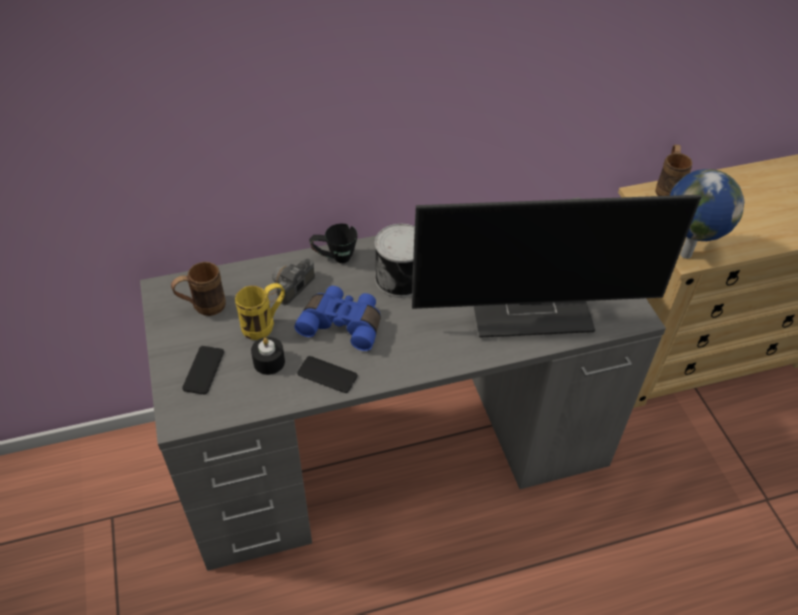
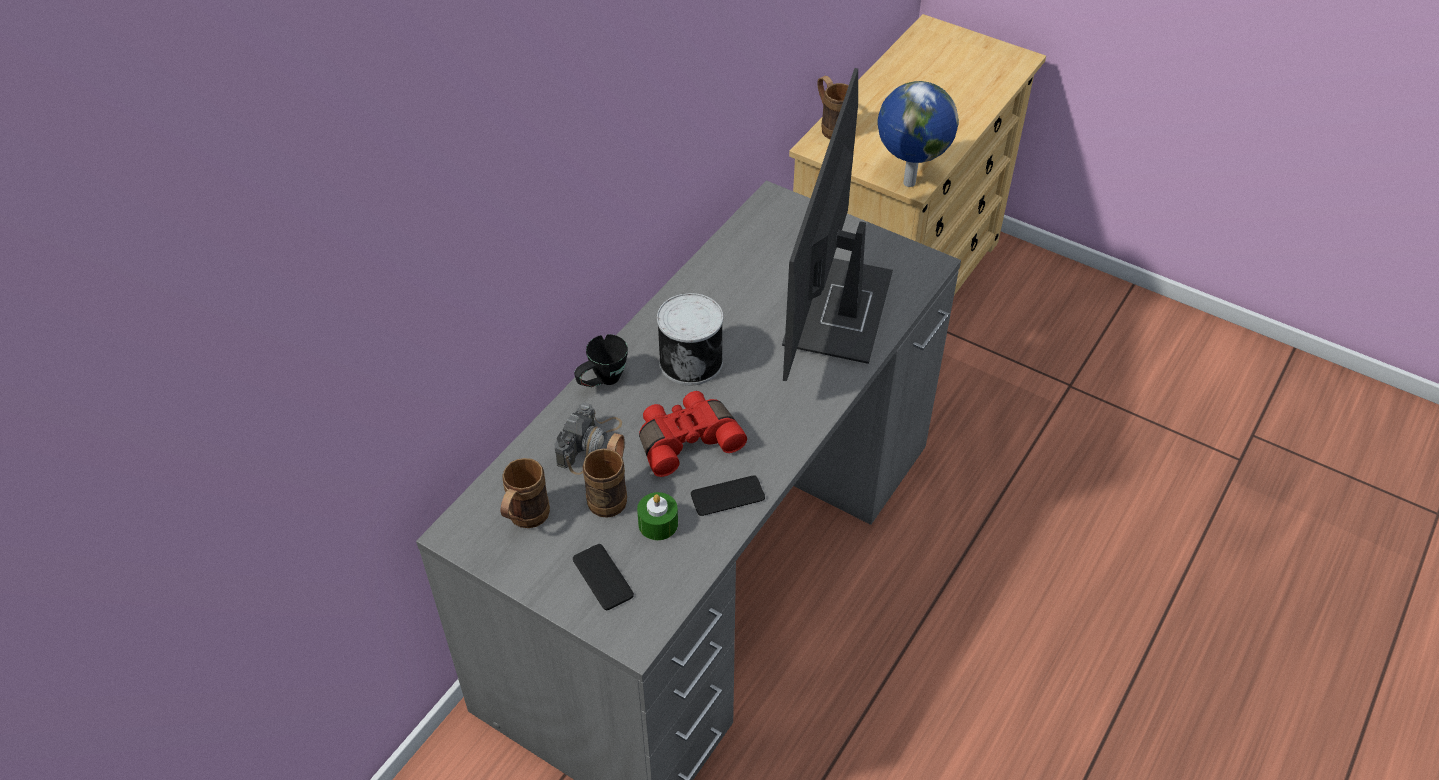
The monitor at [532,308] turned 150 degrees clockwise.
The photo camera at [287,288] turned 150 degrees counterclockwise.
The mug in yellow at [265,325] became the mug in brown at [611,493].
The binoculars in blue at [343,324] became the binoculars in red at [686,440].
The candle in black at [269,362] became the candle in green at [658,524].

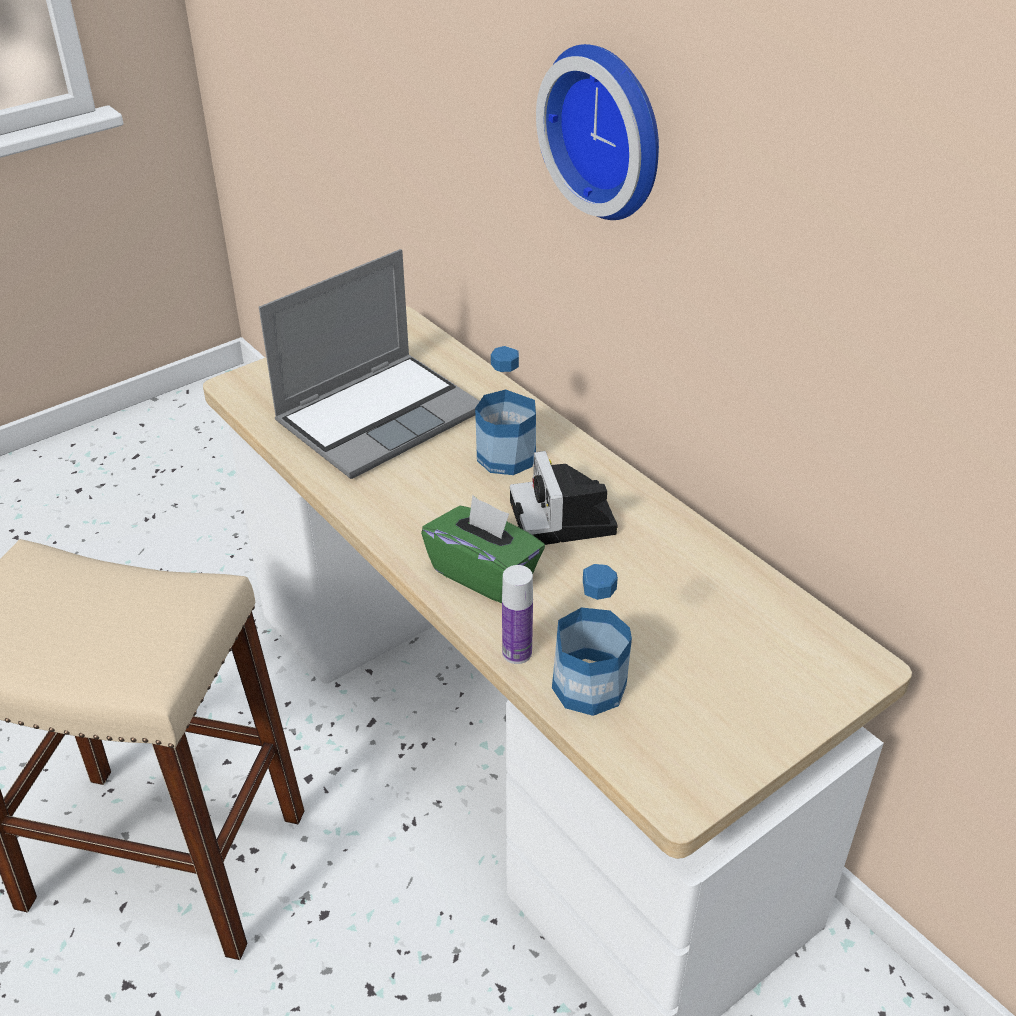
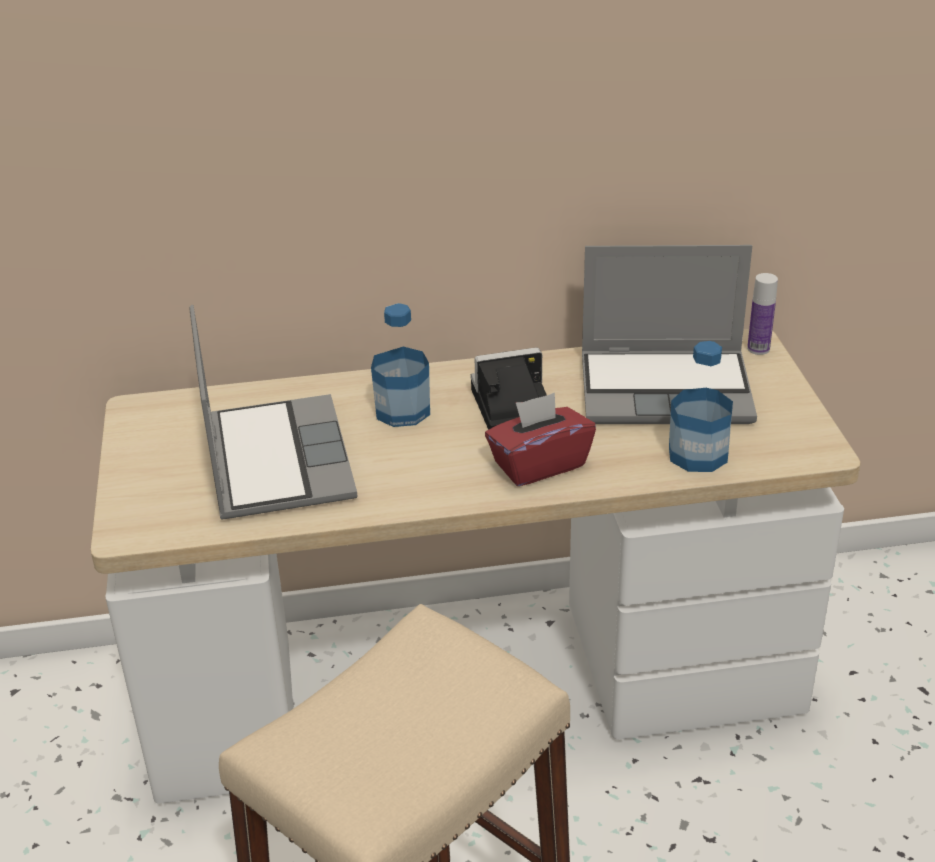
The wall clock at [609,130] disappeared.
The photo camera at [565,520] turned 150 degrees clockwise.
The tissue box in green at [484,573] became the tissue box in red at [539,464].
The bottle moved from [517,653] to [758,349].
The laptop at [667,389] appeared.

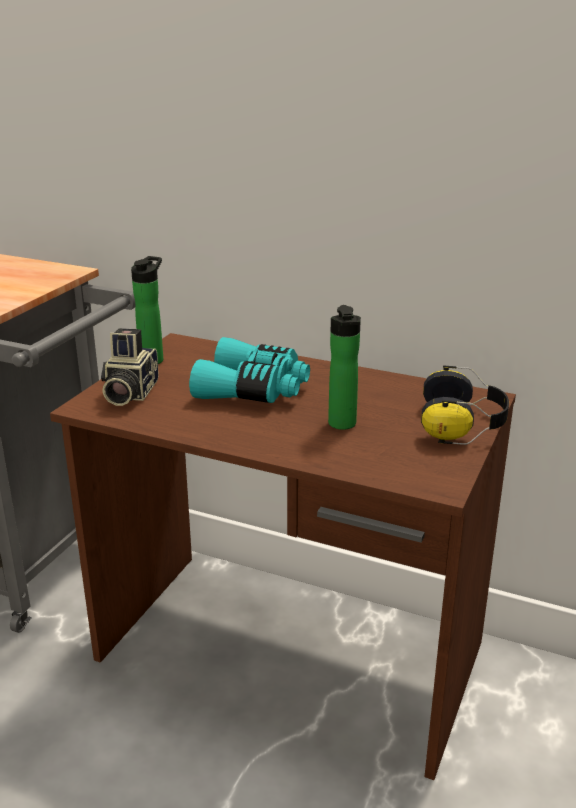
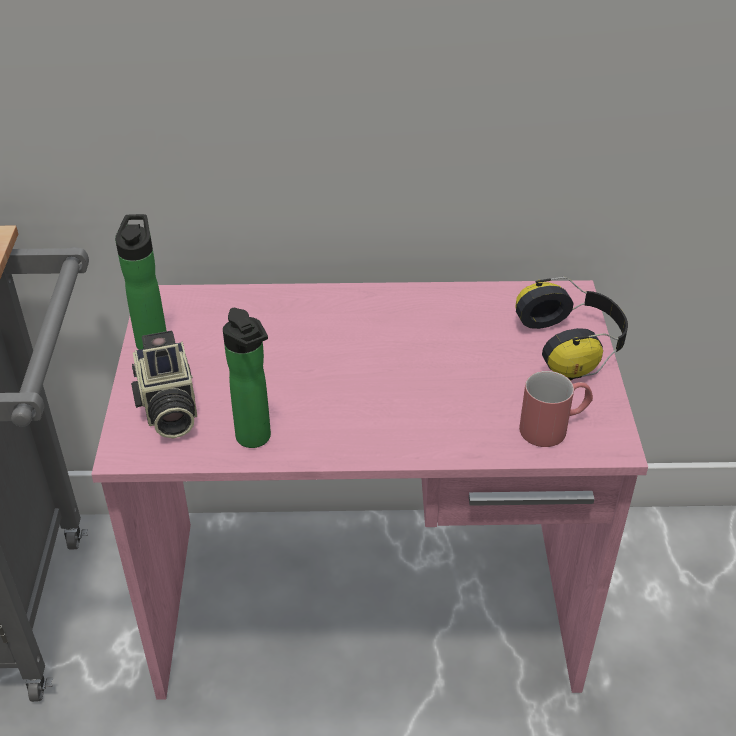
The bottle moved from [343,425] to [256,439].
The desk in brown at [289,654] became the desk in pink at [369,607].
The binoculars in turquoise at [254,390] disappeared.
The mug in red at [554,427] appeared.

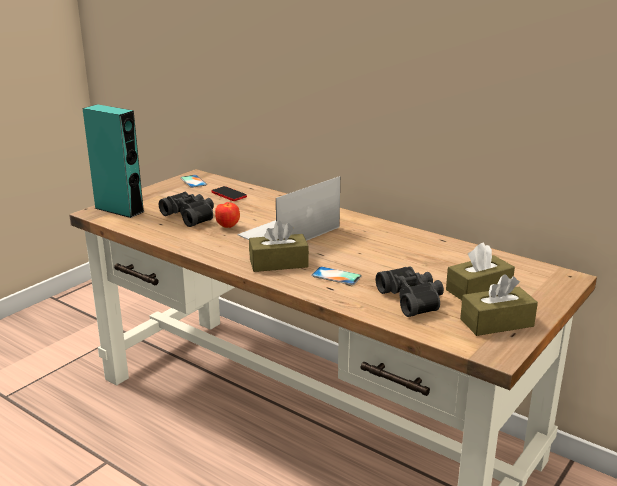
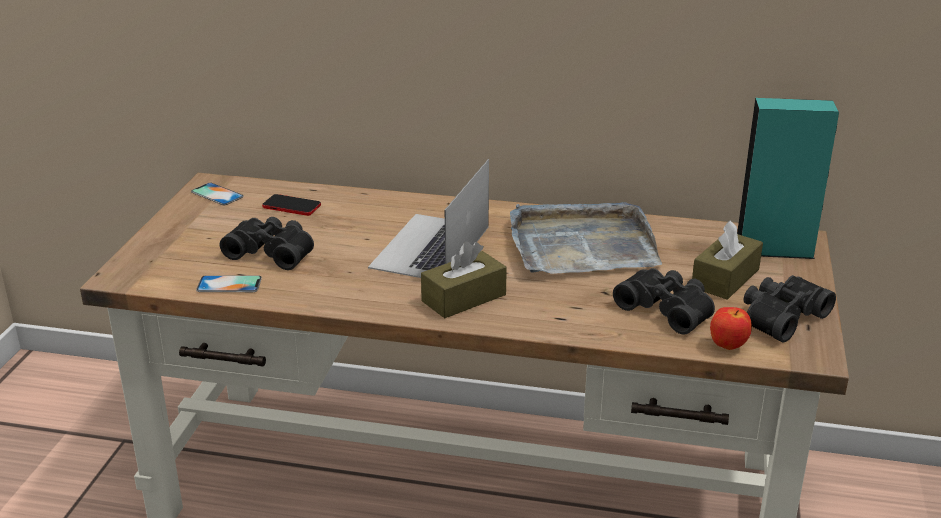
The speaker in turquoise moved from [119,210] to [774,249].
The apple moved from [228,226] to [728,346].
The phone moved from [336,276] to [229,284].
The tissue box in brown at [496,323] was replaced by the binoculars in black at [780,316].
The tray in grey at [581,245] appeared.

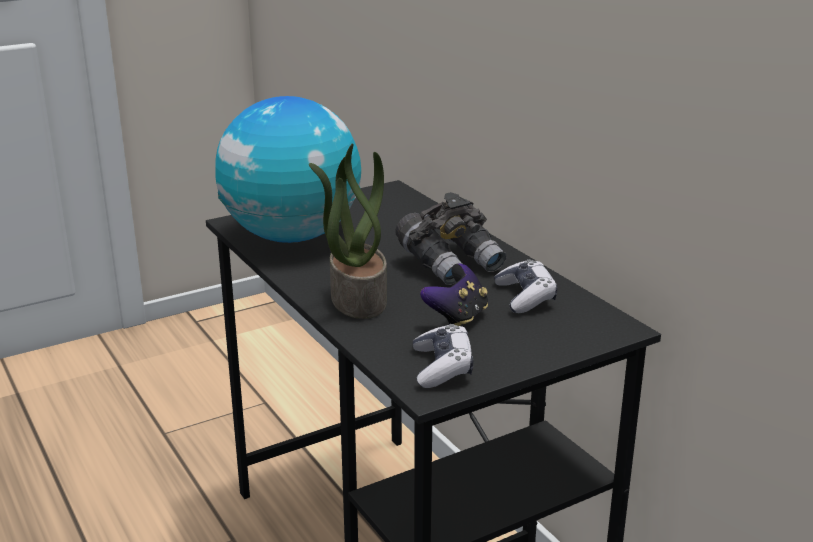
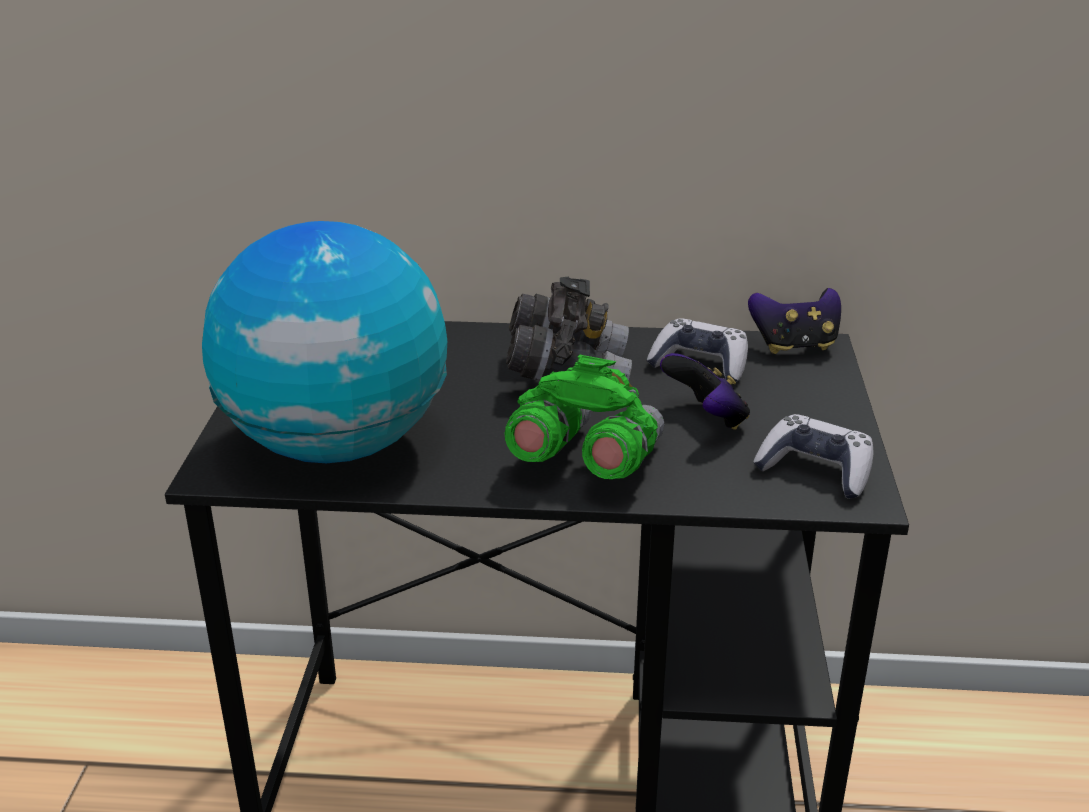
The potted plant at [357,298] was replaced by the binoculars in green at [585,462].
The game controller at [794,346] appeared.

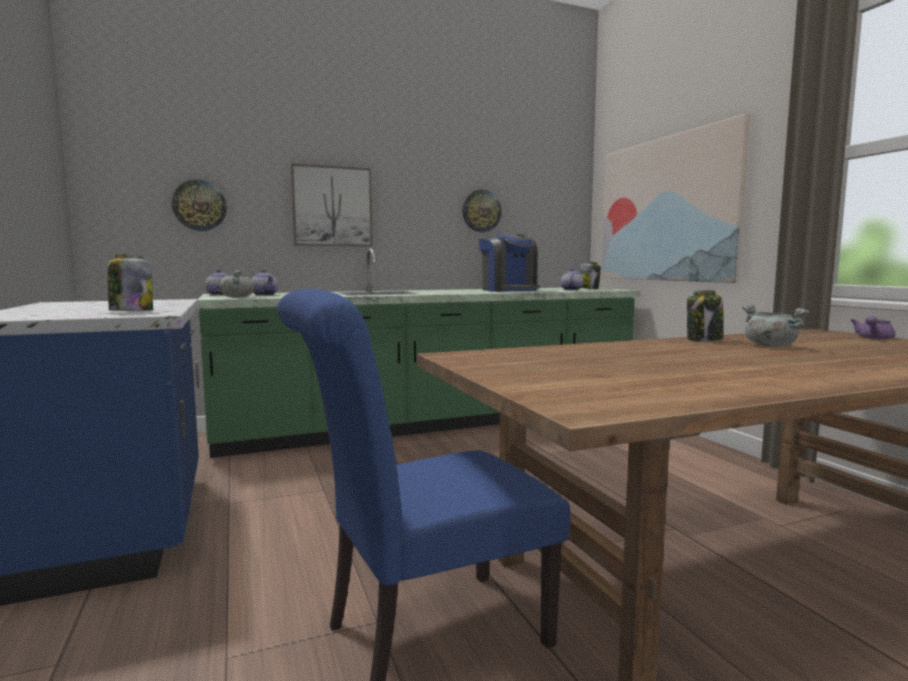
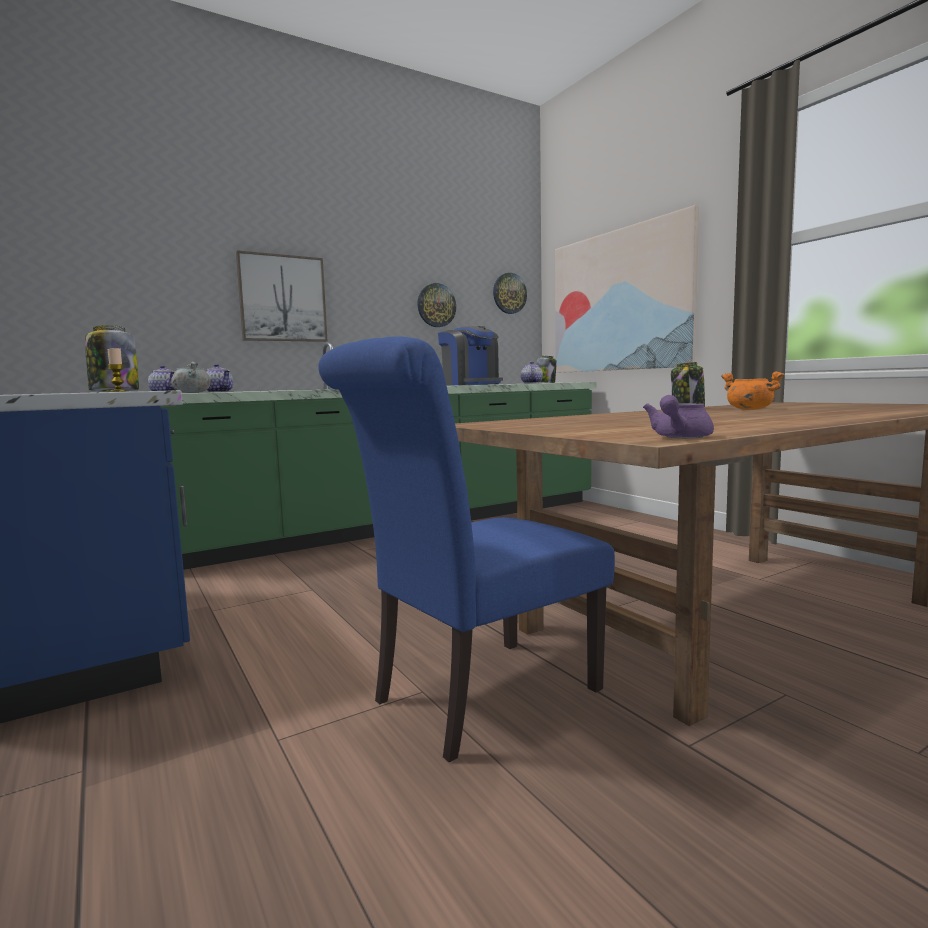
The wall clock moved from [199,205] to [509,293].
The cooking pot in grey at [769,346] became the cooking pot in orange at [749,409].
The teapot in purple moved from [873,338] to [679,438].
The candle at [118,391] appeared.

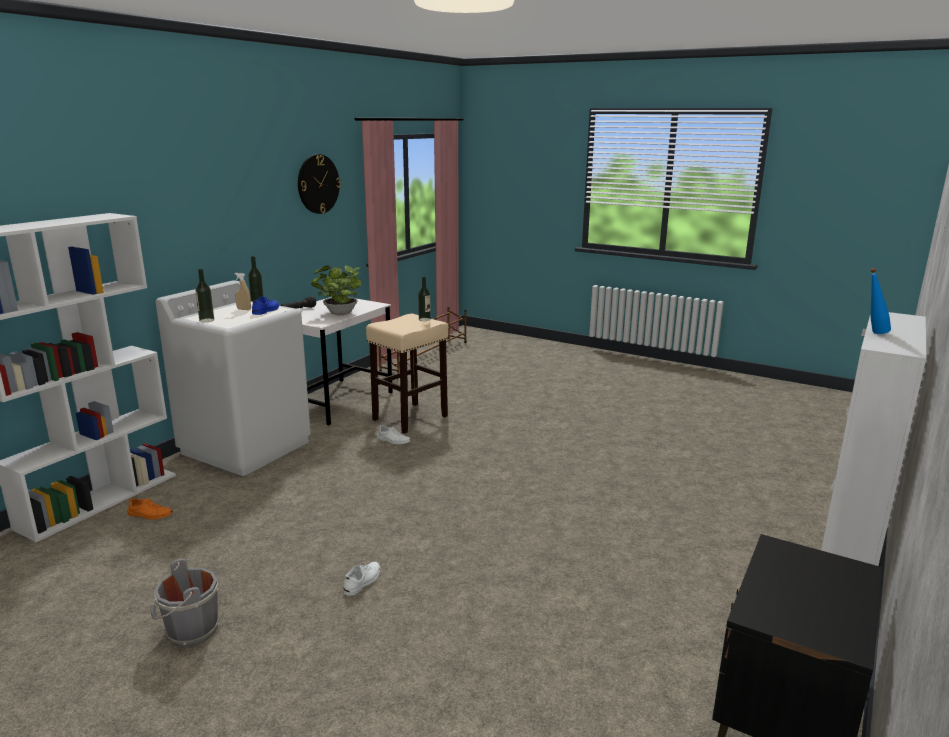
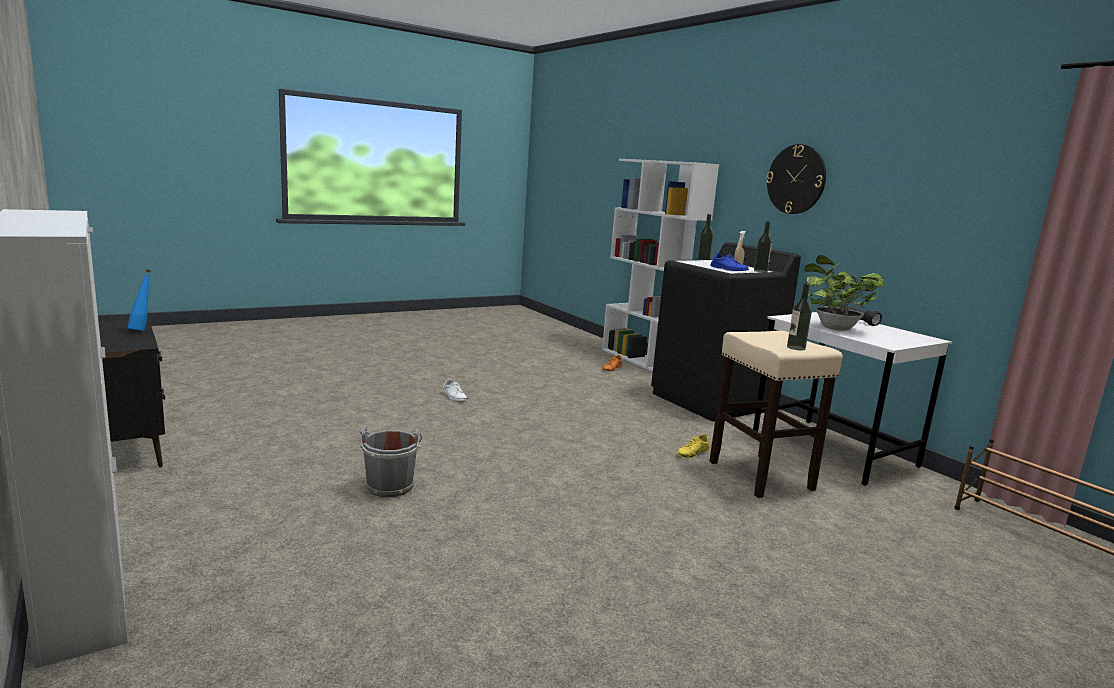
The wall clock moved from [318,184] to [796,179].
The bottle in blue moved from [873,333] to [142,330].
The washing machine in white at [246,447] became the washing machine in black at [713,401].
The shoe in white at [393,440] became the shoe in yellow at [692,453].
The bucket in grey moved from [190,631] to [390,485].

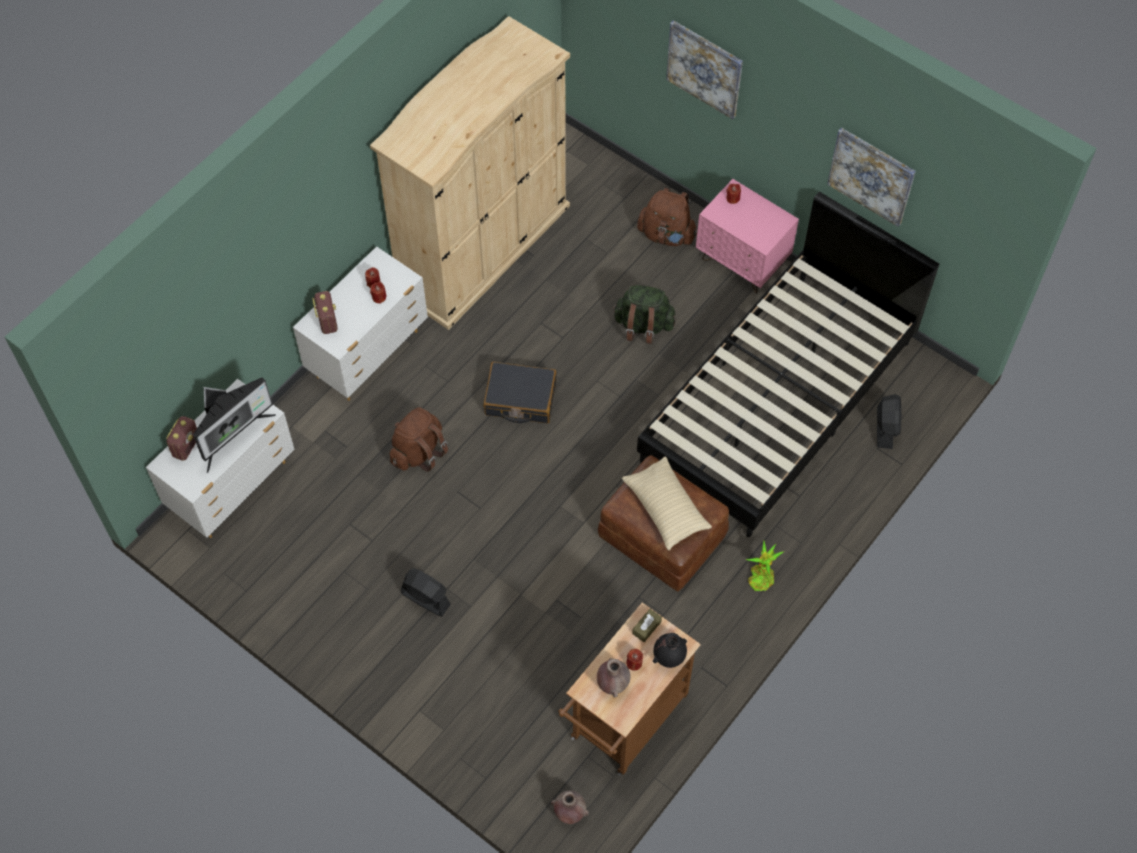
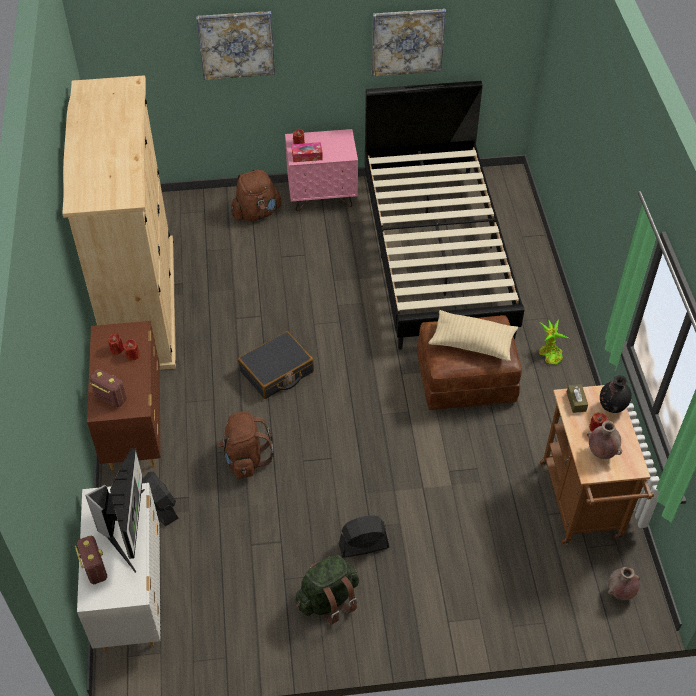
The dresser in white at [369,354] became the dresser in brown at [134,425].
The backpack in green moved from [643,326] to [328,600].
The fan in black moved from [885,428] to [159,506].
The tissue box at [307,156] appeared.

